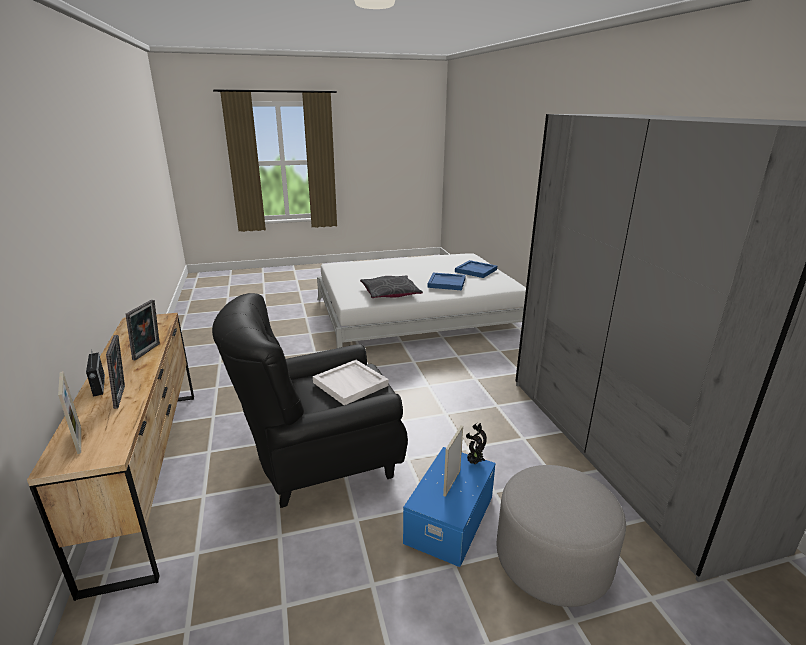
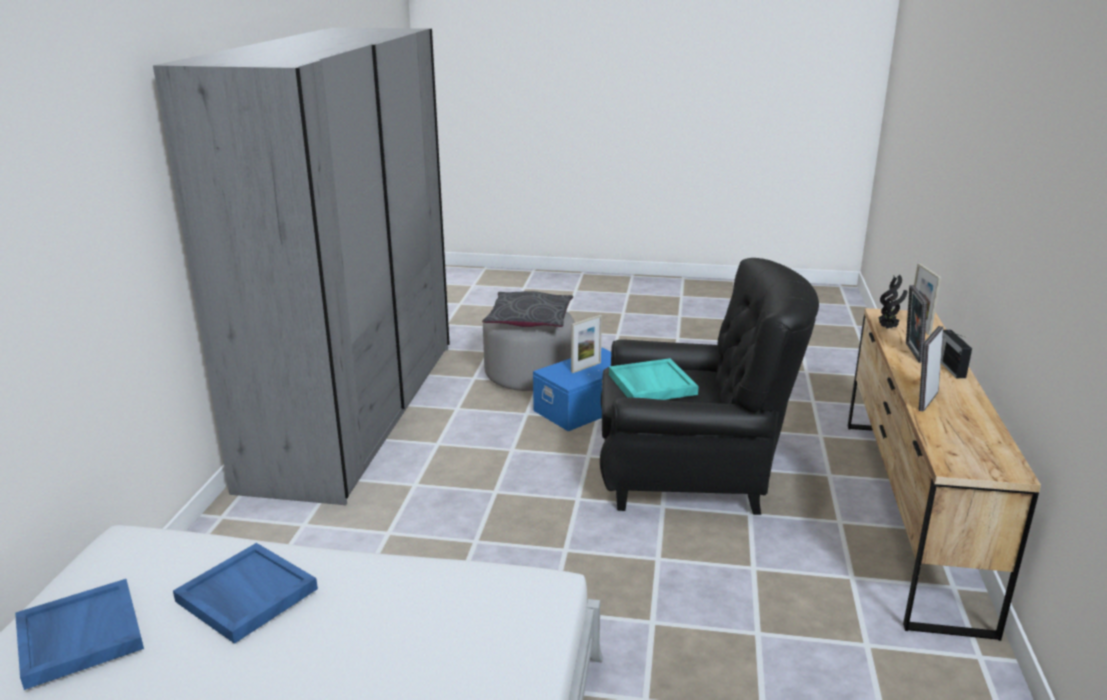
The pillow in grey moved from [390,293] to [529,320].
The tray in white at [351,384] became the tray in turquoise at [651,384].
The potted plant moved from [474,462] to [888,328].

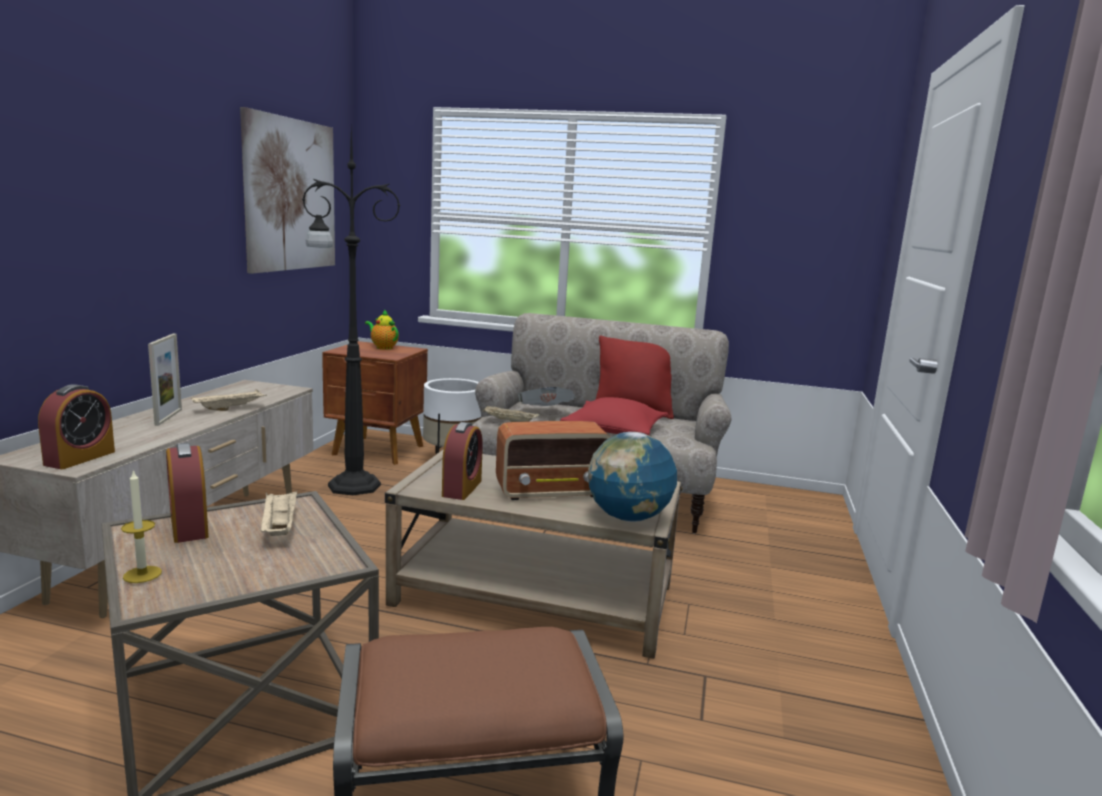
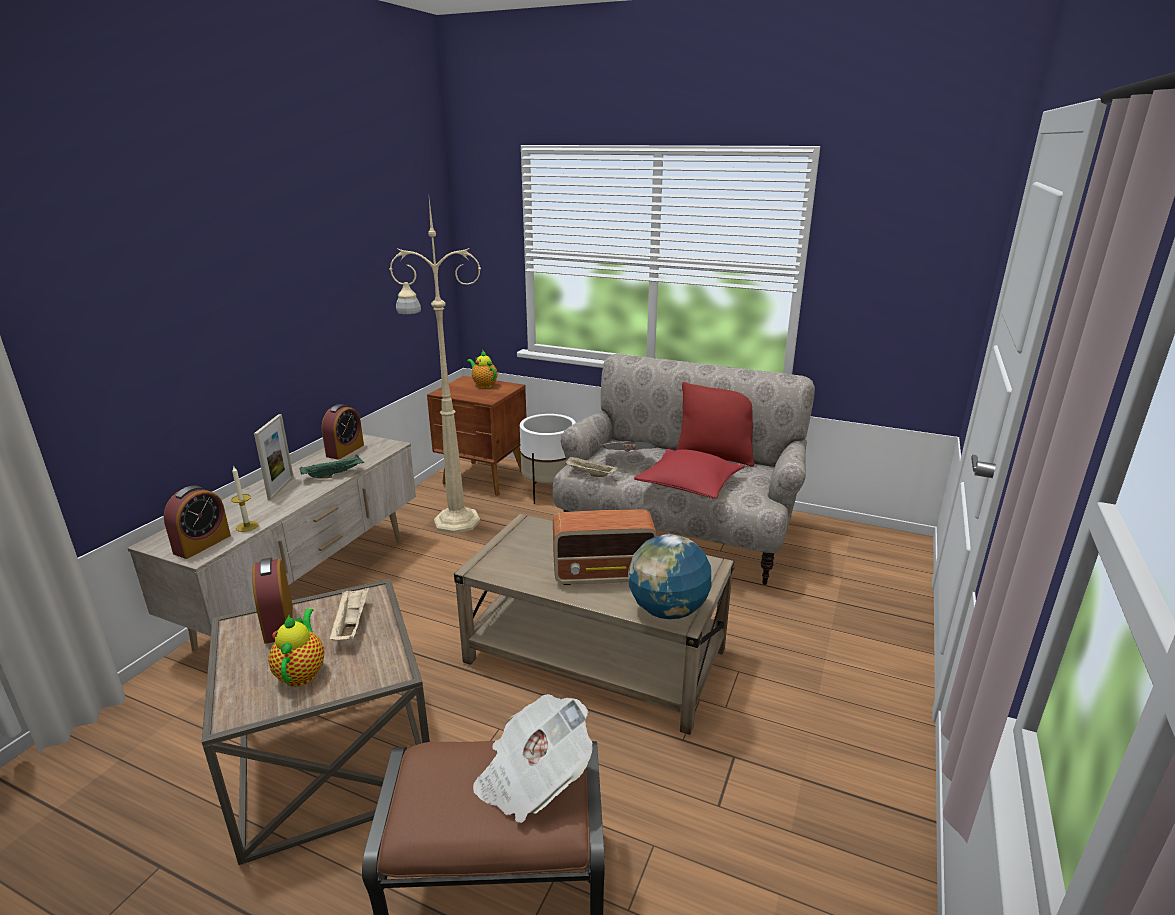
The picture at [290,195] disappeared.
The floor lamp in black at [351,485] became the floor lamp in beige at [454,521].
The tray in beige at [230,408] became the tray in green at [334,475].
The alarm clock moved from [462,488] to [345,450].
The candle moved from [142,574] to [247,526].
The teapot at [302,672] appeared.
The newspaper at [533,778] appeared.

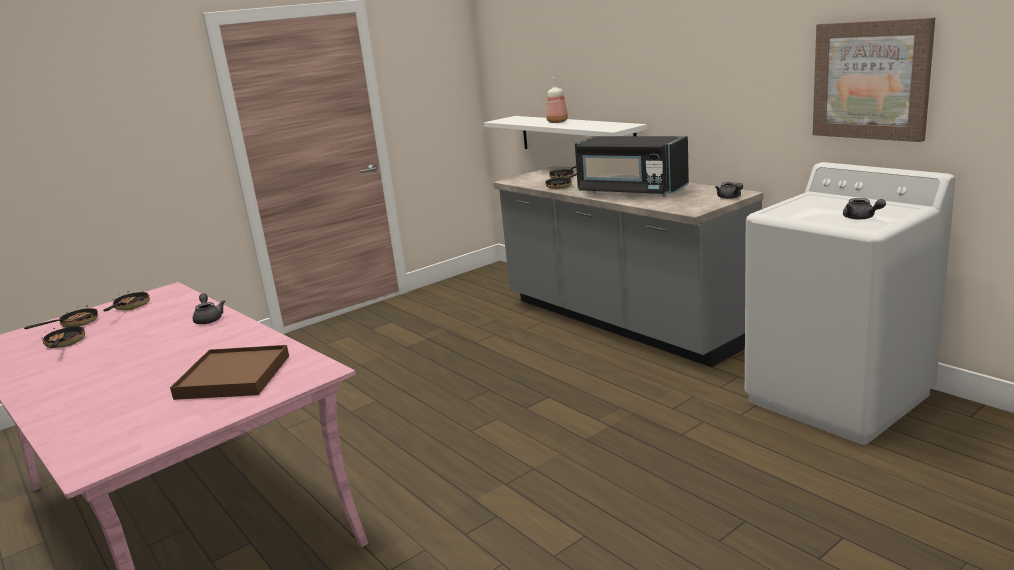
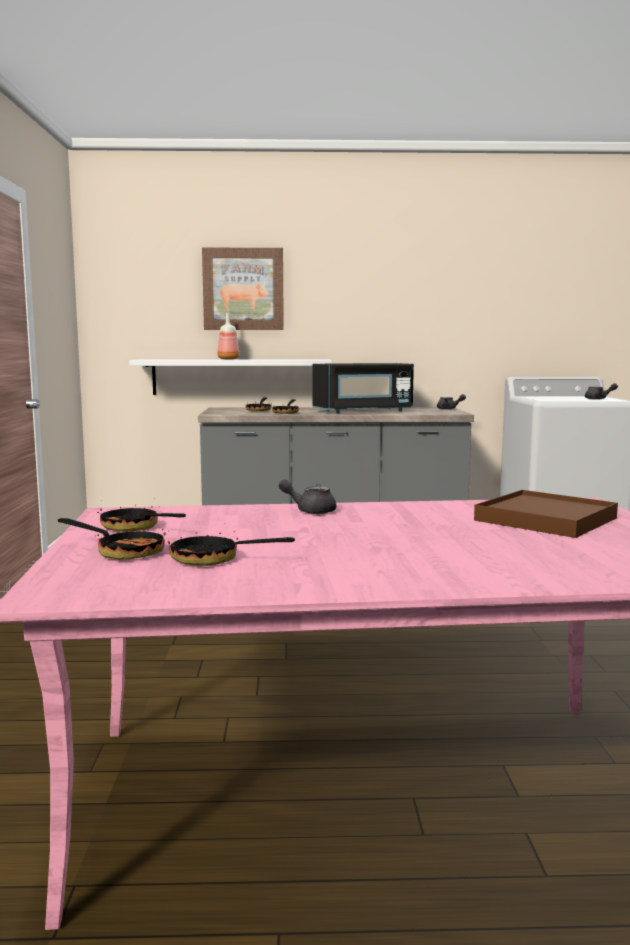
The picture moved from [871,80] to [243,289].
The frying pan at [74,324] turned 135 degrees clockwise.

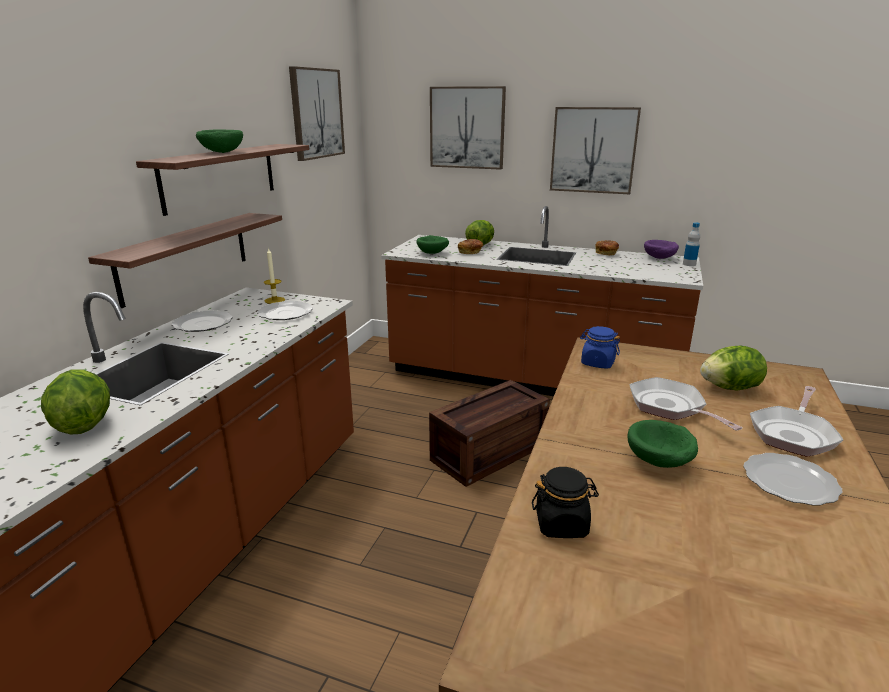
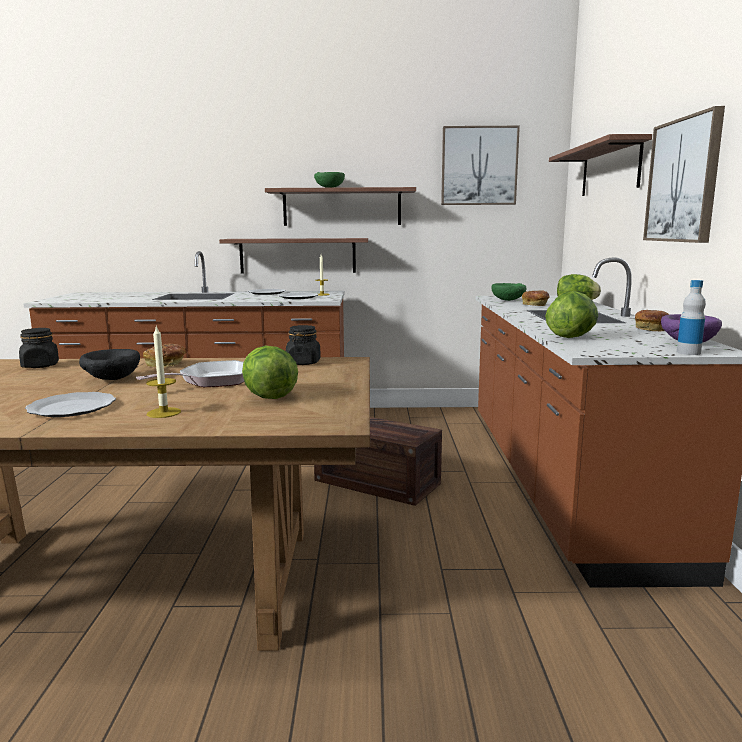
The picture at [467,128] was replaced by the shelf at [610,169].
The jar in blue at [597,363] became the jar in black at [303,363].
The lettuce moved from [83,424] to [571,337].
The frying pan at [793,433] was replaced by the candle at [164,413].
The bowl in green at [659,462] became the bowl in black at [111,379].
The bread at [166,365] appeared.

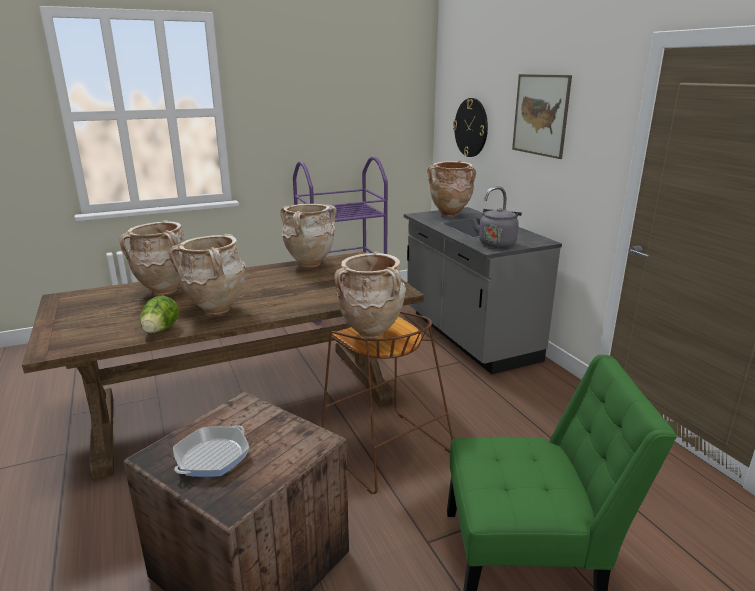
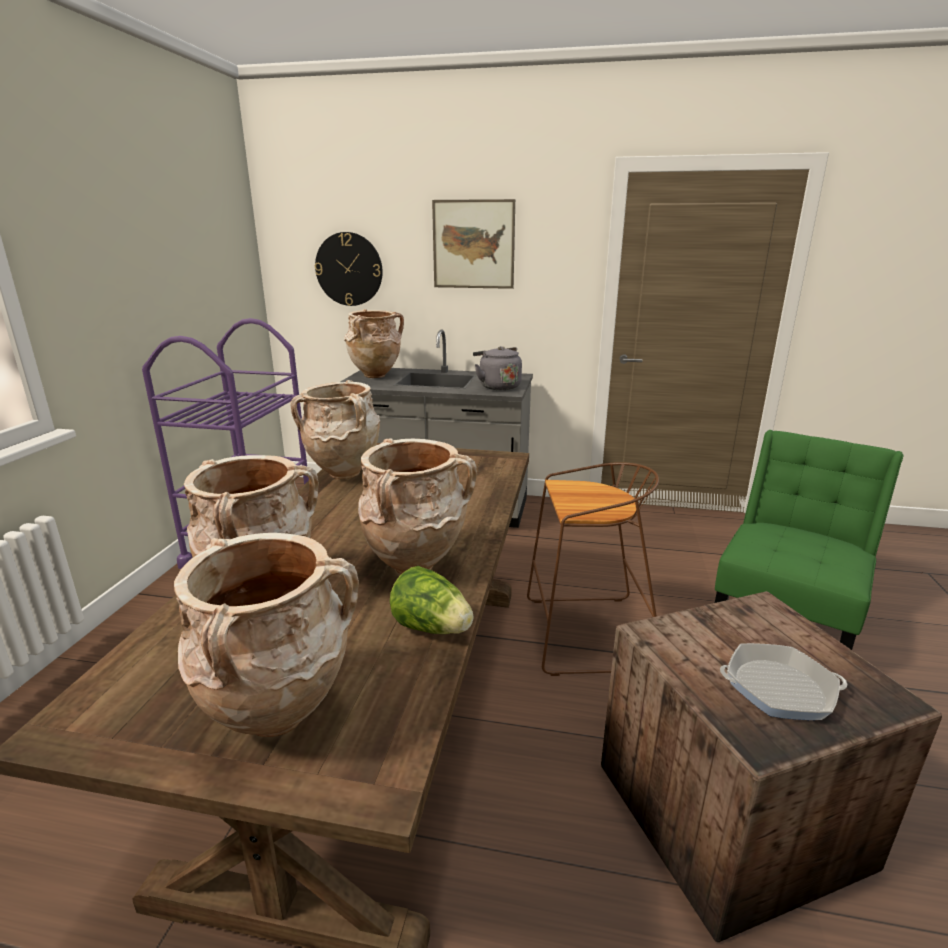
The vase in beige moved from [372,334] to [281,717].
The frying pan at [212,457] turned 60 degrees counterclockwise.

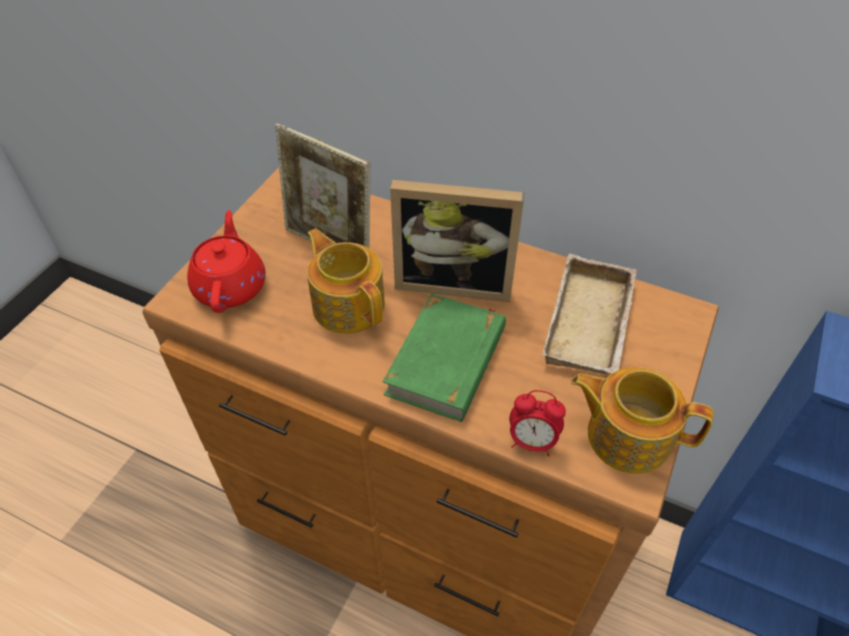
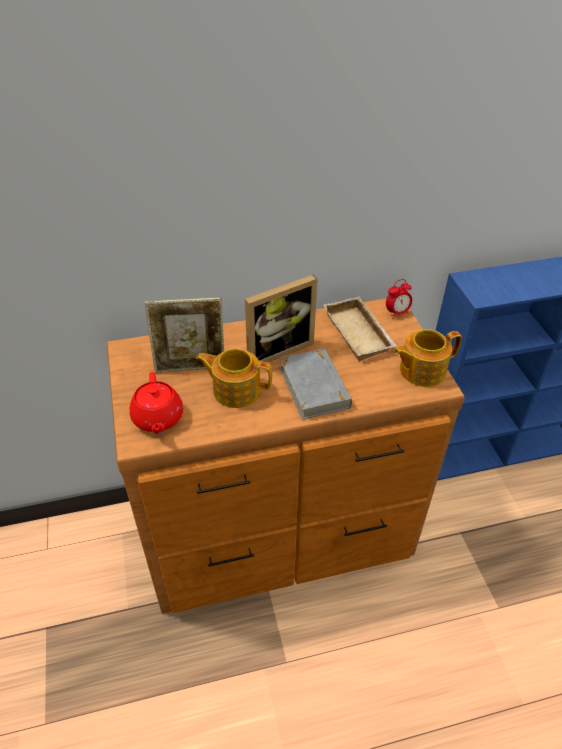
The teapot in red at [231,286] turned 150 degrees counterclockwise.
The book in green at [447,361] became the book in grey at [314,386].
The alarm clock moved from [532,441] to [397,313].

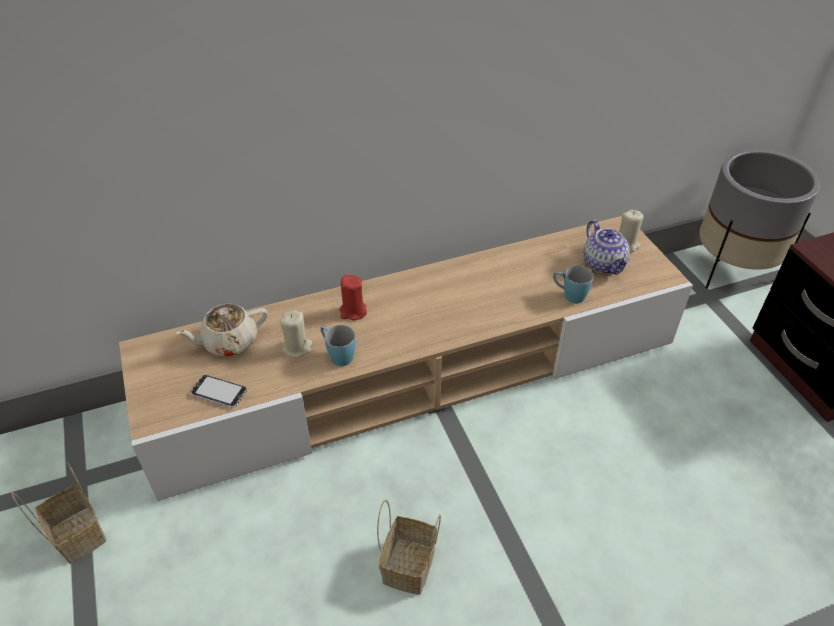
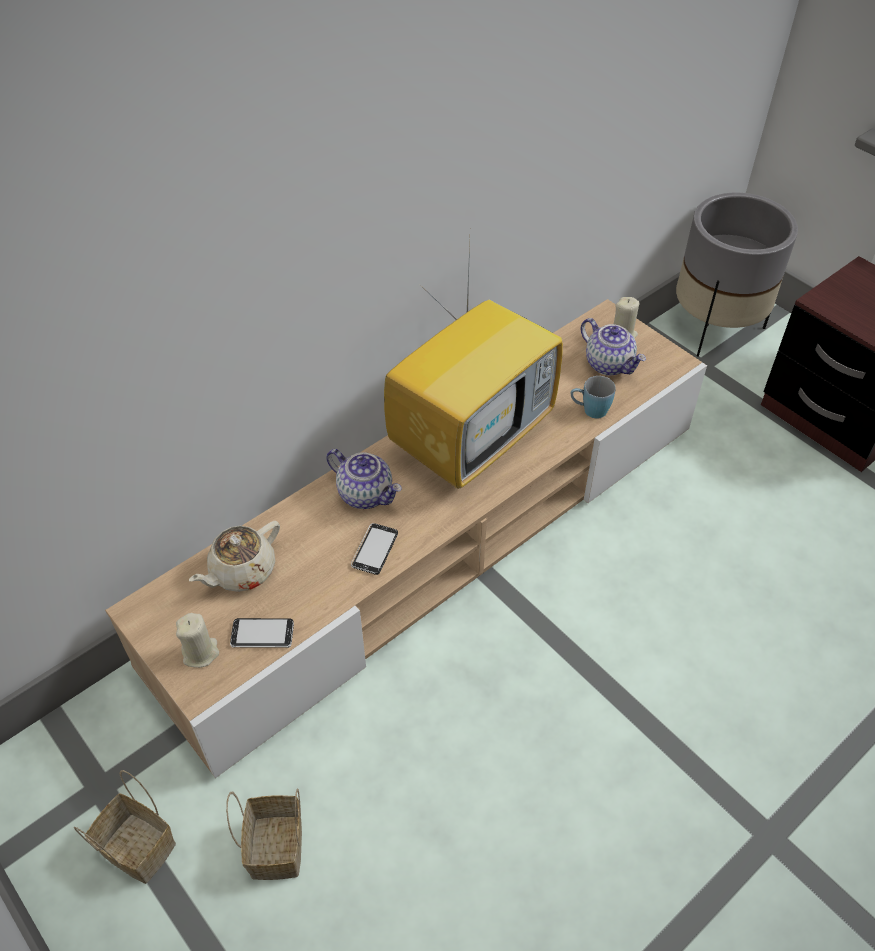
The candle in red at [353,312] was replaced by the teapot at [366,494].
The candle in beige moved from [297,347] to [200,653].
The mug in blue at [337,355] was replaced by the phone at [374,550].
The basket moved from [409,568] to [278,849].
The television at [472,437] appeared.

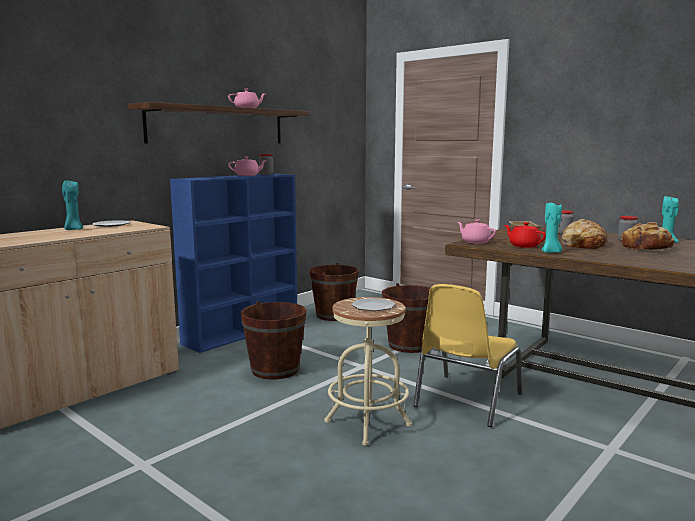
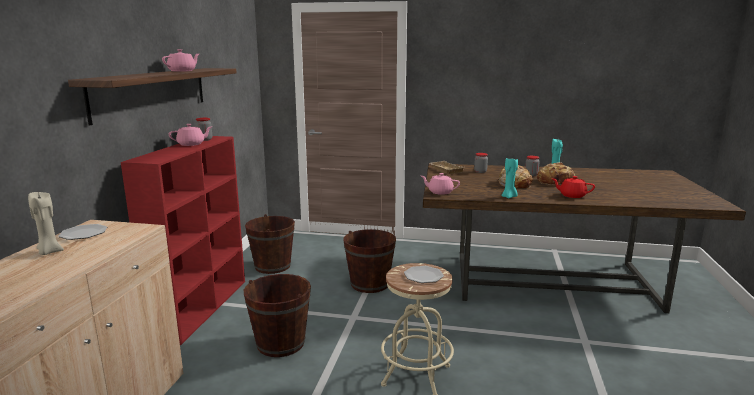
The bookcase in blue at [243,332] became the bookcase in red at [201,307].
The candle in turquoise at [73,229] became the candle in beige at [49,252].
The teapot in red moved from [524,246] to [572,195].
The chair in yellow at [466,400] disappeared.

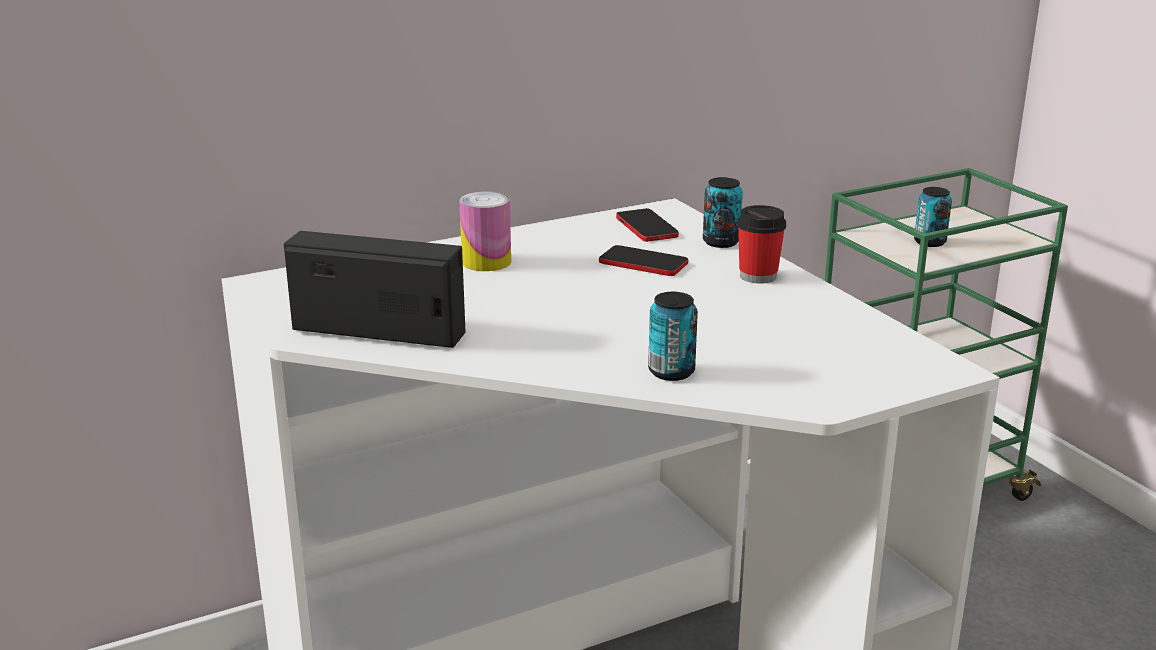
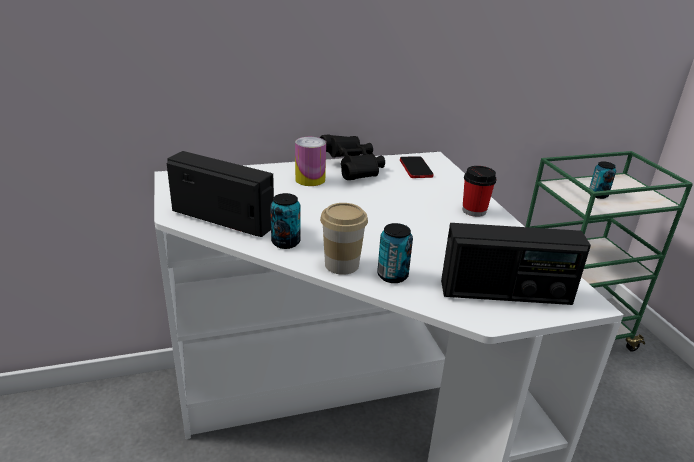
The can moved from [721,242] to [285,242].
The phone at [643,263] disappeared.
The binoculars in black at [353,169] appeared.
The cup at [342,265] appeared.
The radio at [505,293] appeared.

